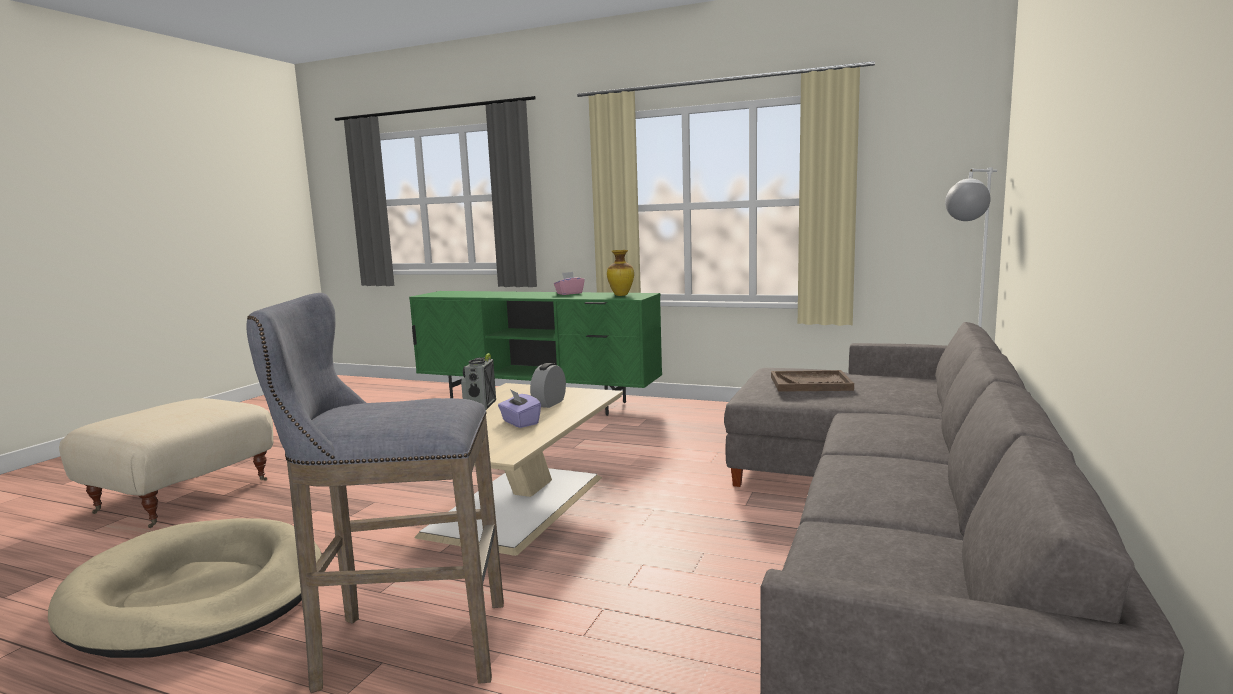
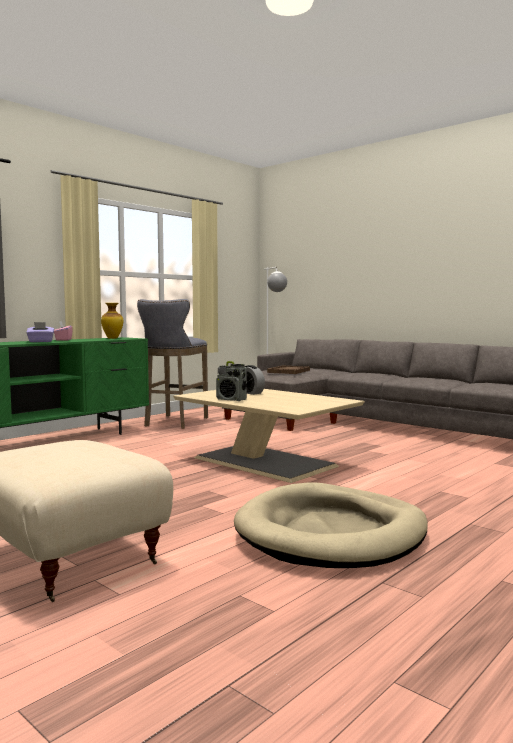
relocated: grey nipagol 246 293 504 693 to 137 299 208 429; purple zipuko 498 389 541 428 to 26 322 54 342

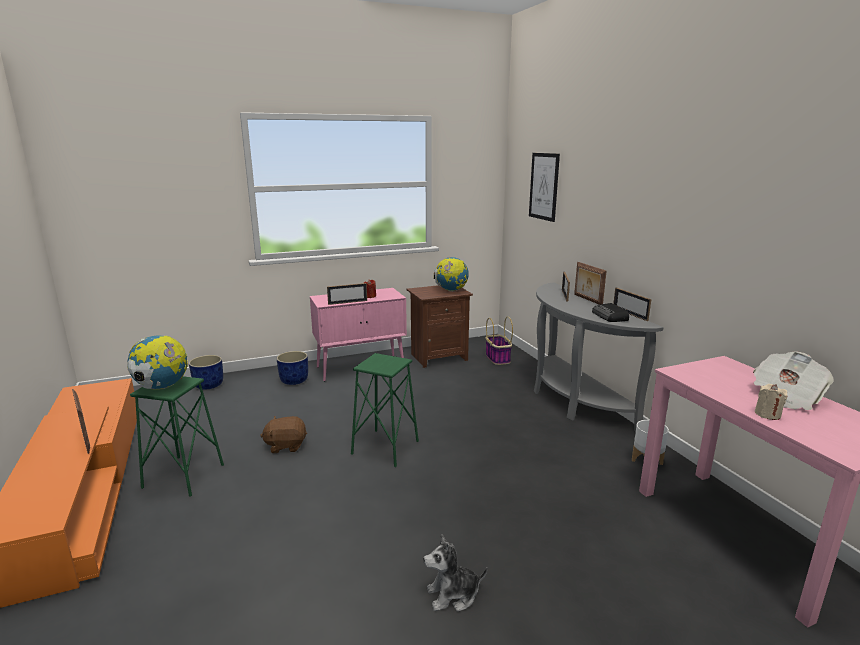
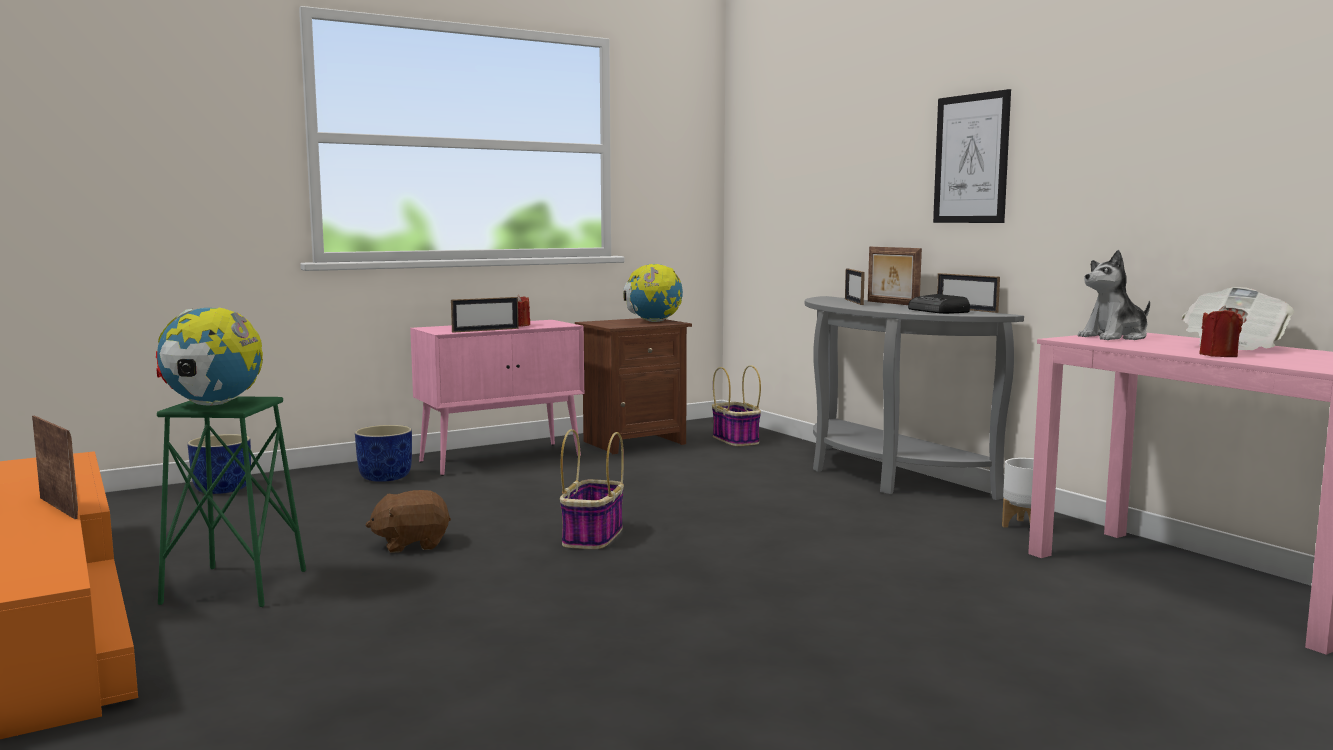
relocated: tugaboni 529 153 560 222 to 933 89 1011 223; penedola 423 534 487 612 to 1078 250 1150 340
exchanged: green nipagol 351 353 419 467 to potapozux 560 429 624 549
colour: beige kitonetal 755 384 788 420 to red kitonetal 1199 306 1243 357

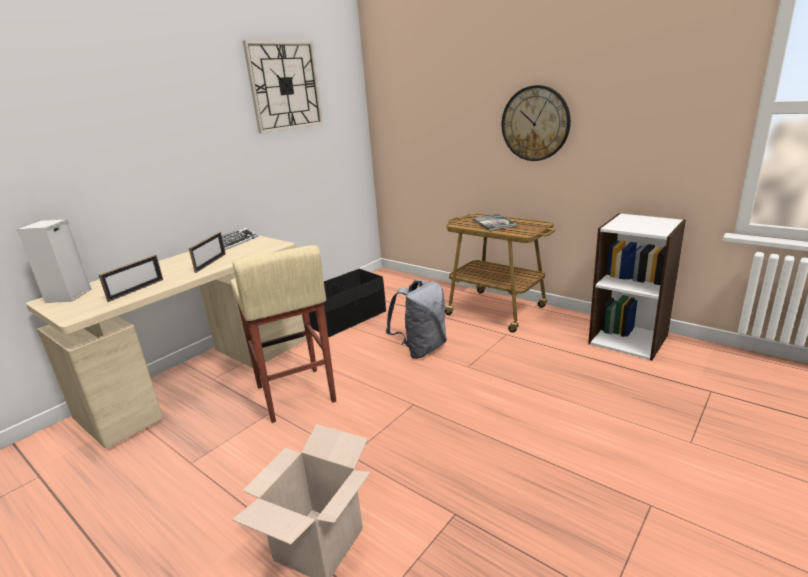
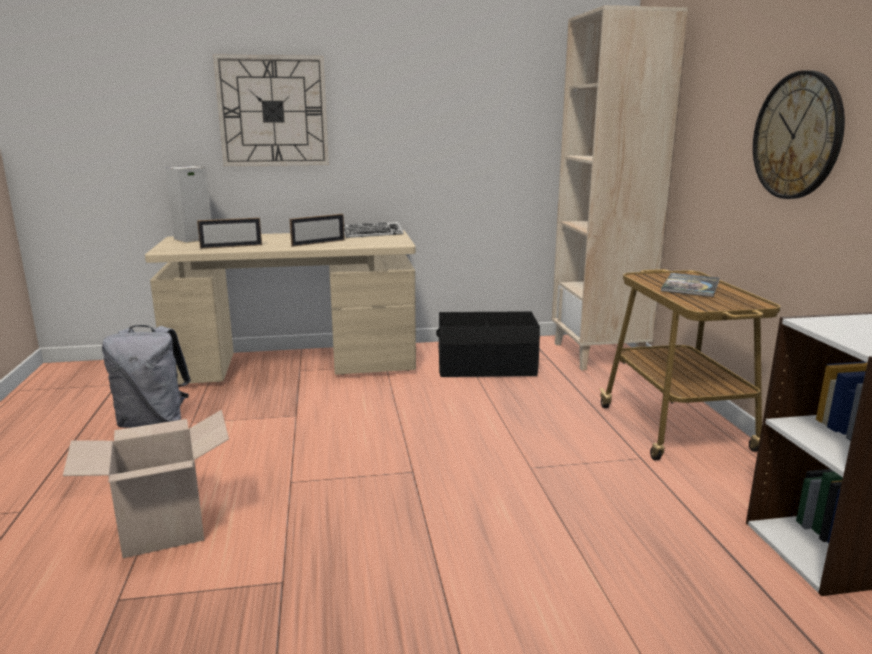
missing: beige nipagol 231 245 336 423
appeared: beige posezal 552 5 688 370
relocated: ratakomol 243 40 323 134 to 213 54 329 166; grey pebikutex 386 280 447 359 to 102 325 191 428

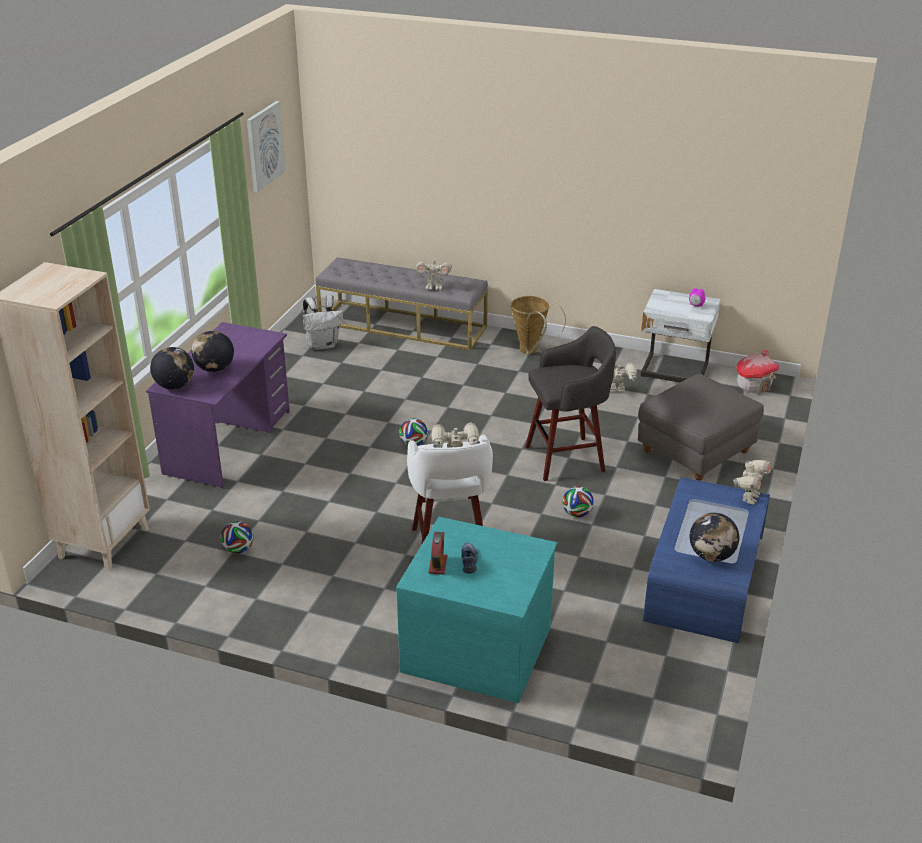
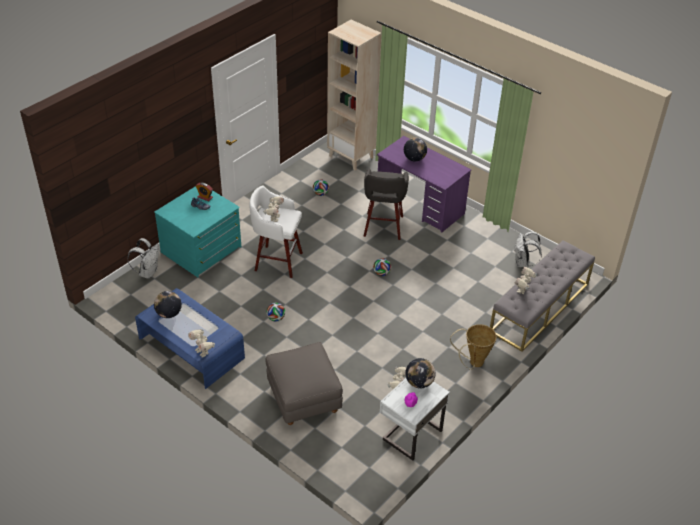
missing: tugaboni 247 101 286 193; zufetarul 736 350 780 394
appeared: white pebikutex 128 238 159 279
relocated: grey nipagol 525 326 616 481 to 364 168 409 240; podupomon 150 347 194 389 to 405 358 436 389

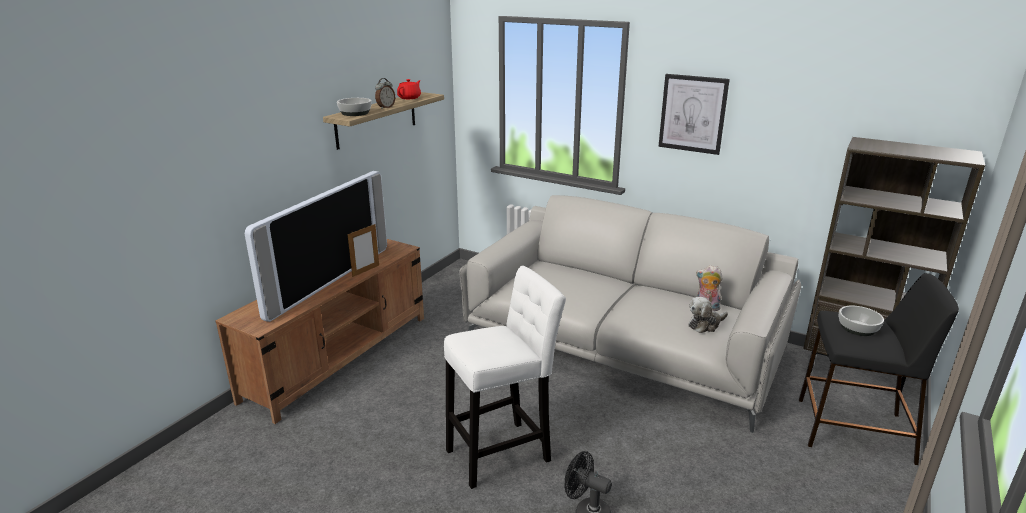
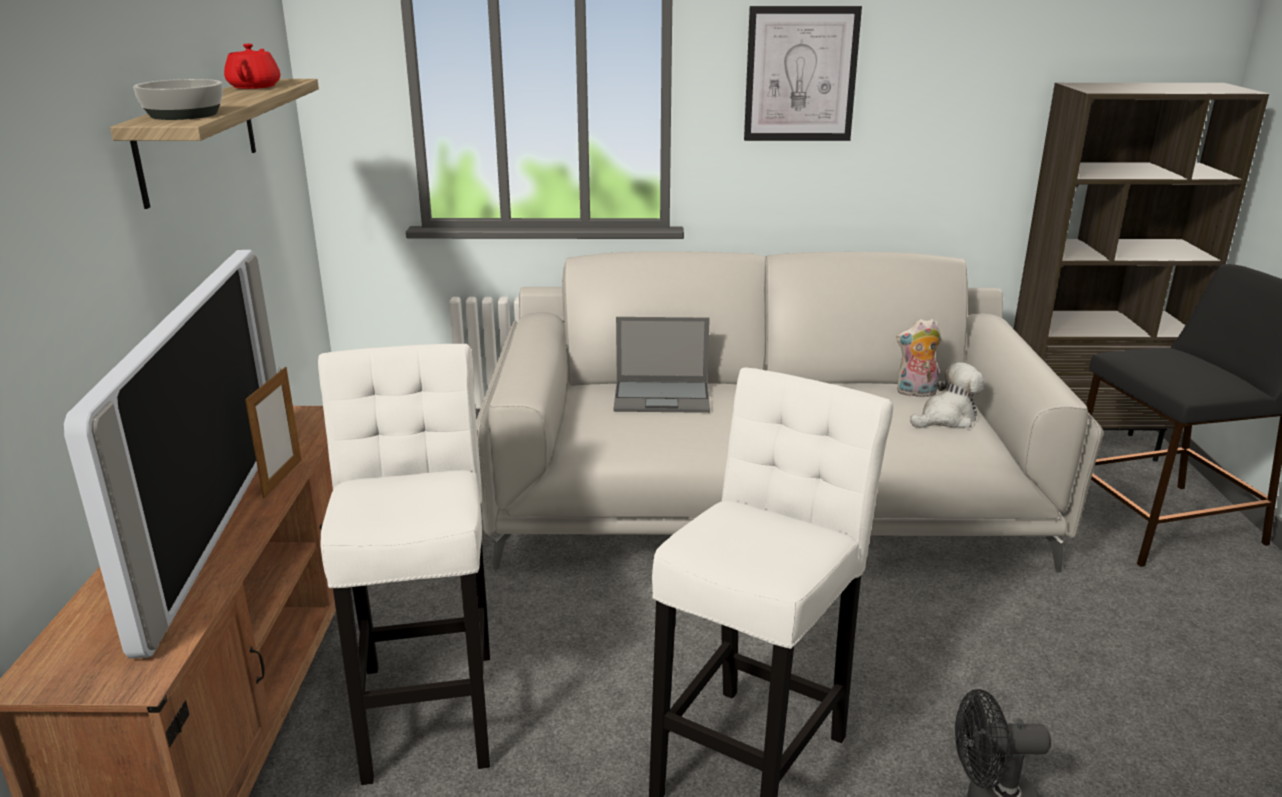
missing: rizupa 375 78 395 109; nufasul 838 305 884 336
appeared: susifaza 614 317 710 413; white nipagol 318 344 490 785
spun: penedola 688 297 728 333 = 910 362 984 428 150 degrees counterclockwise

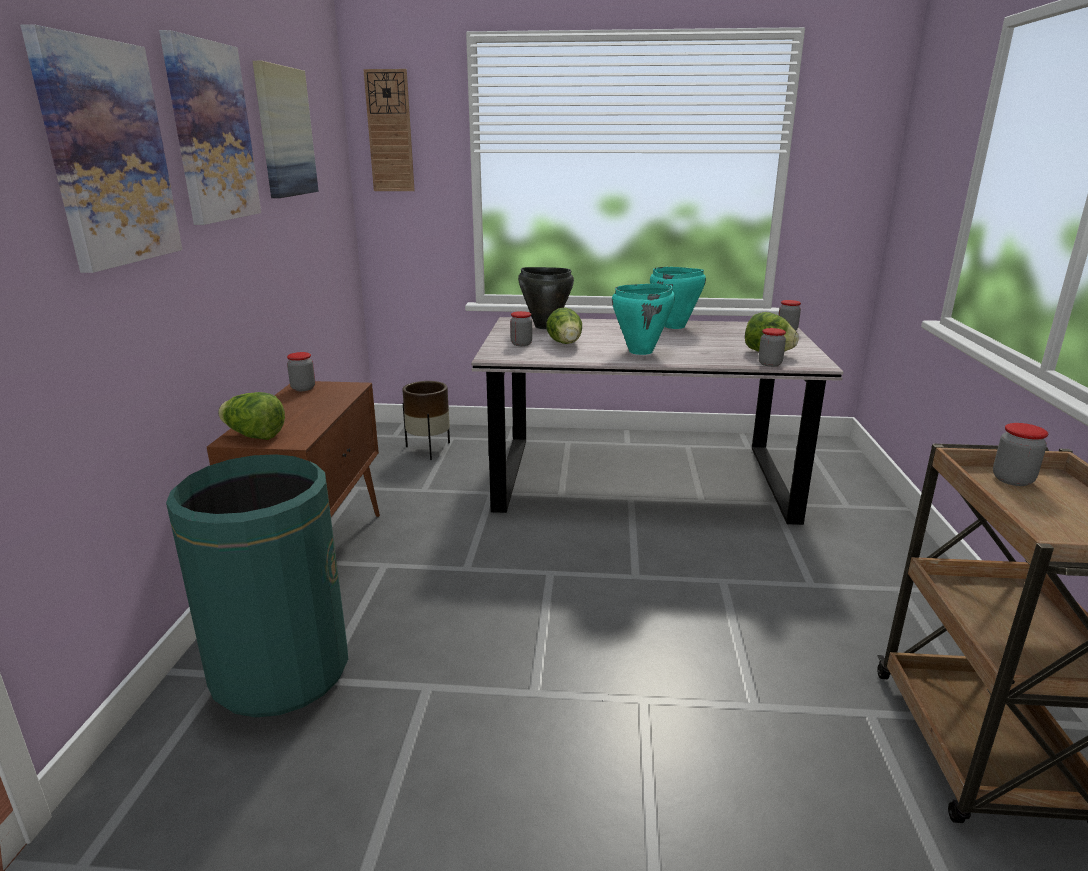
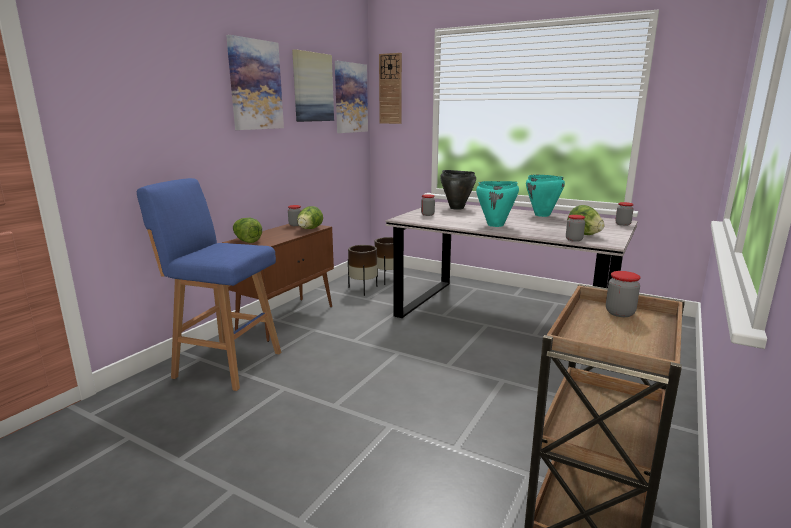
appeared: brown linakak 348 245 377 296
relocated: tugaboni 20 24 183 273 to 335 61 368 133; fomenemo 546 307 582 344 to 297 206 323 229
exchanged: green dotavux 166 454 348 717 to blue nipagol 137 178 281 391

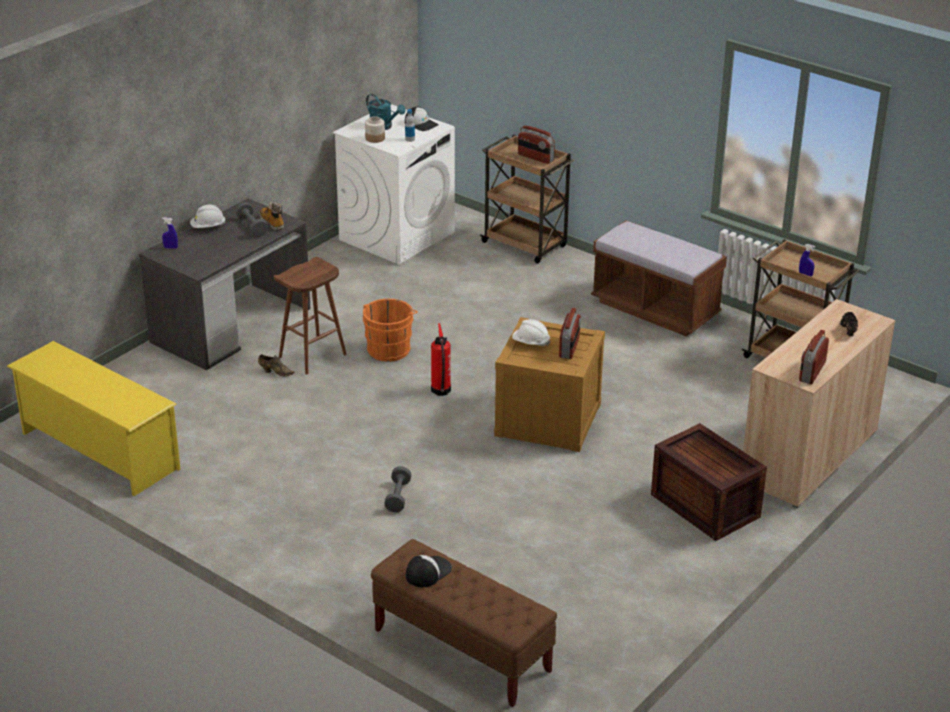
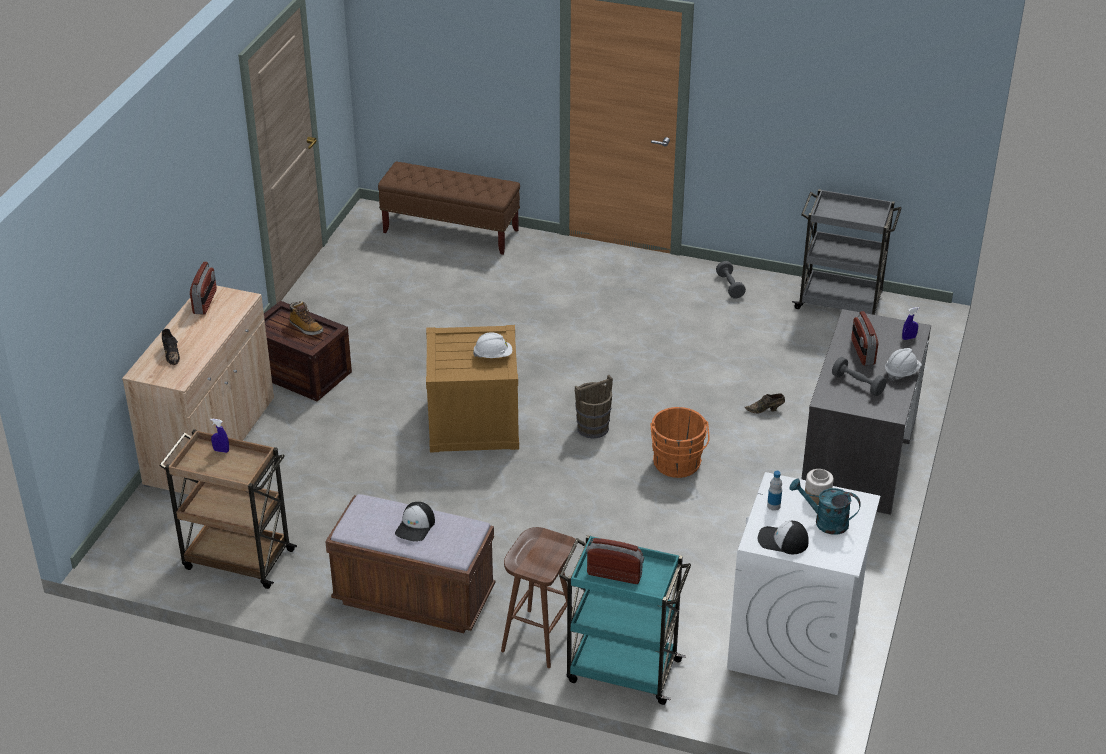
relocated: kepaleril 260 202 284 231 to 289 301 323 335; brown nipagol 274 257 347 375 to 501 527 576 668; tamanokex 559 308 581 359 to 851 311 878 365; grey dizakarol 384 466 411 512 to 716 261 746 298; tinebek 406 555 452 587 to 395 502 435 542
exchanged: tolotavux 431 323 451 396 to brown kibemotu 575 375 613 439; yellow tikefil 7 341 181 496 to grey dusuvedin 792 189 902 315
colour: brown dusuvedin 479 135 575 264 to turquoise dusuvedin 559 535 691 705

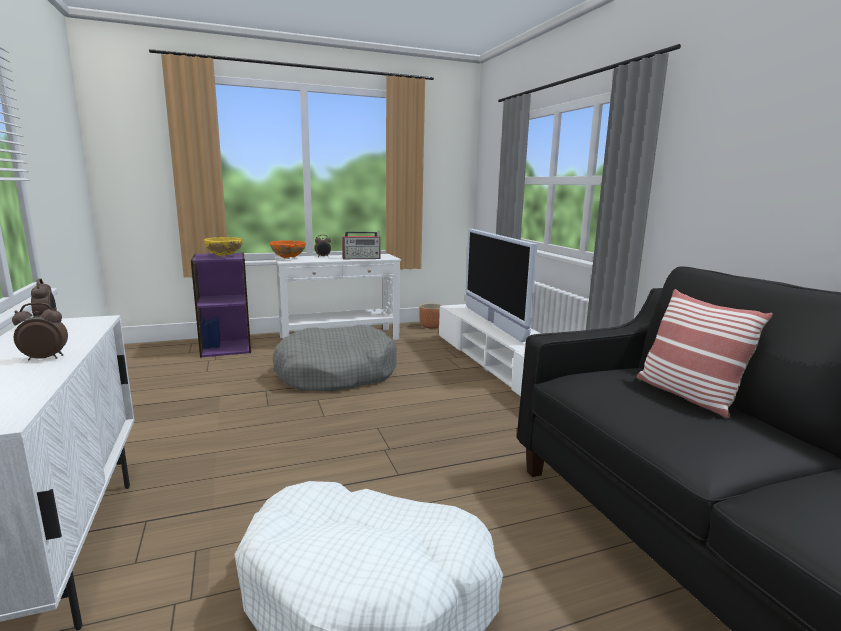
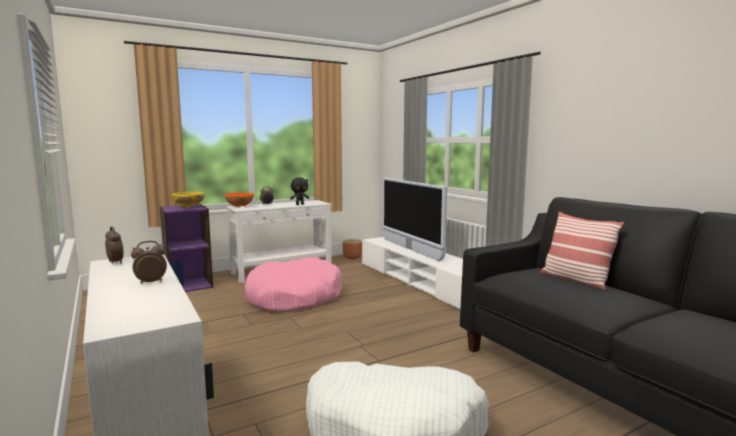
exchanged: tamanokex 342 232 381 259 to black penedola 290 177 309 205
colour: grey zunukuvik 273 325 397 392 to pink zunukuvik 245 257 342 312

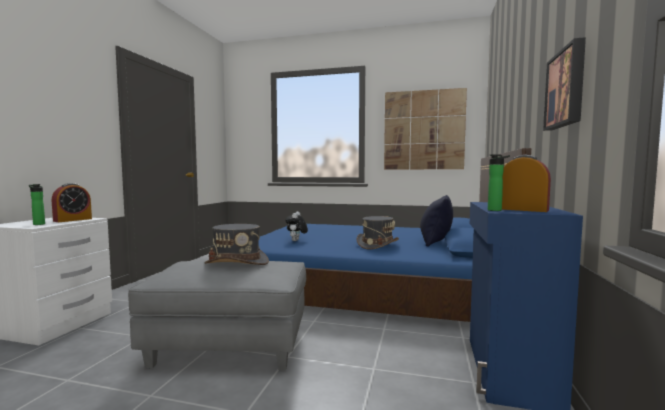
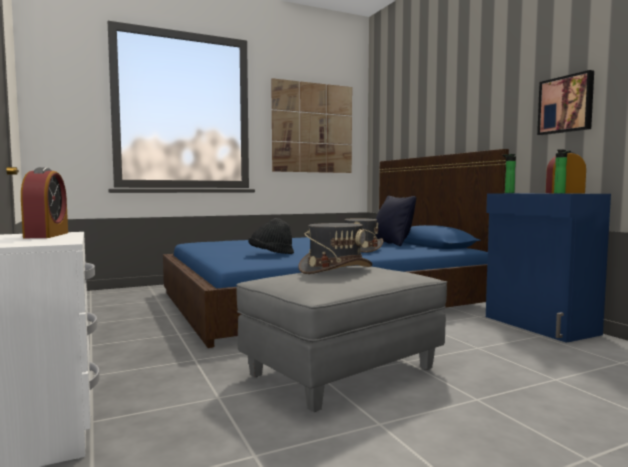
relocated: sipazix 29 184 45 225 to 502 154 516 193
exchanged: penedola 285 212 308 241 to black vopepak 249 218 294 254

